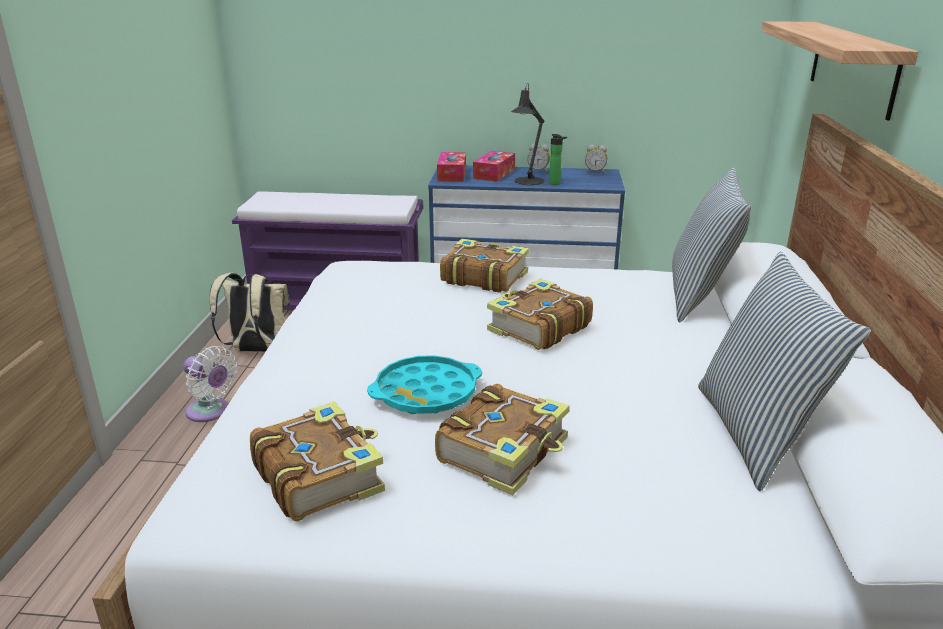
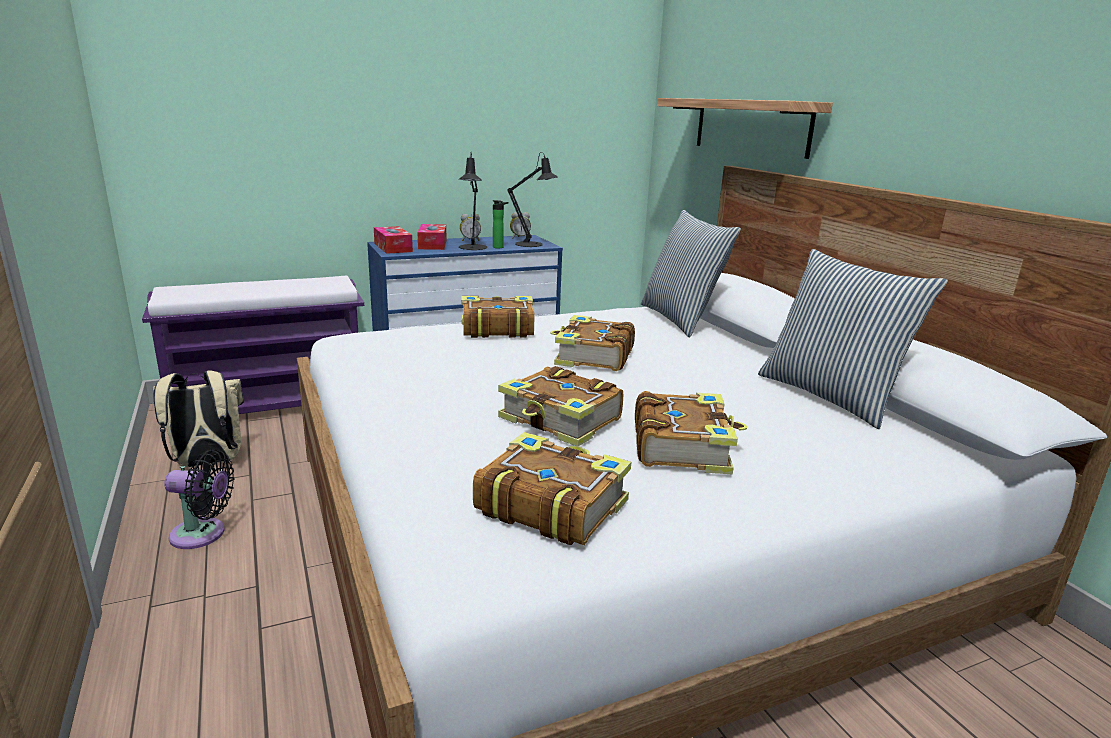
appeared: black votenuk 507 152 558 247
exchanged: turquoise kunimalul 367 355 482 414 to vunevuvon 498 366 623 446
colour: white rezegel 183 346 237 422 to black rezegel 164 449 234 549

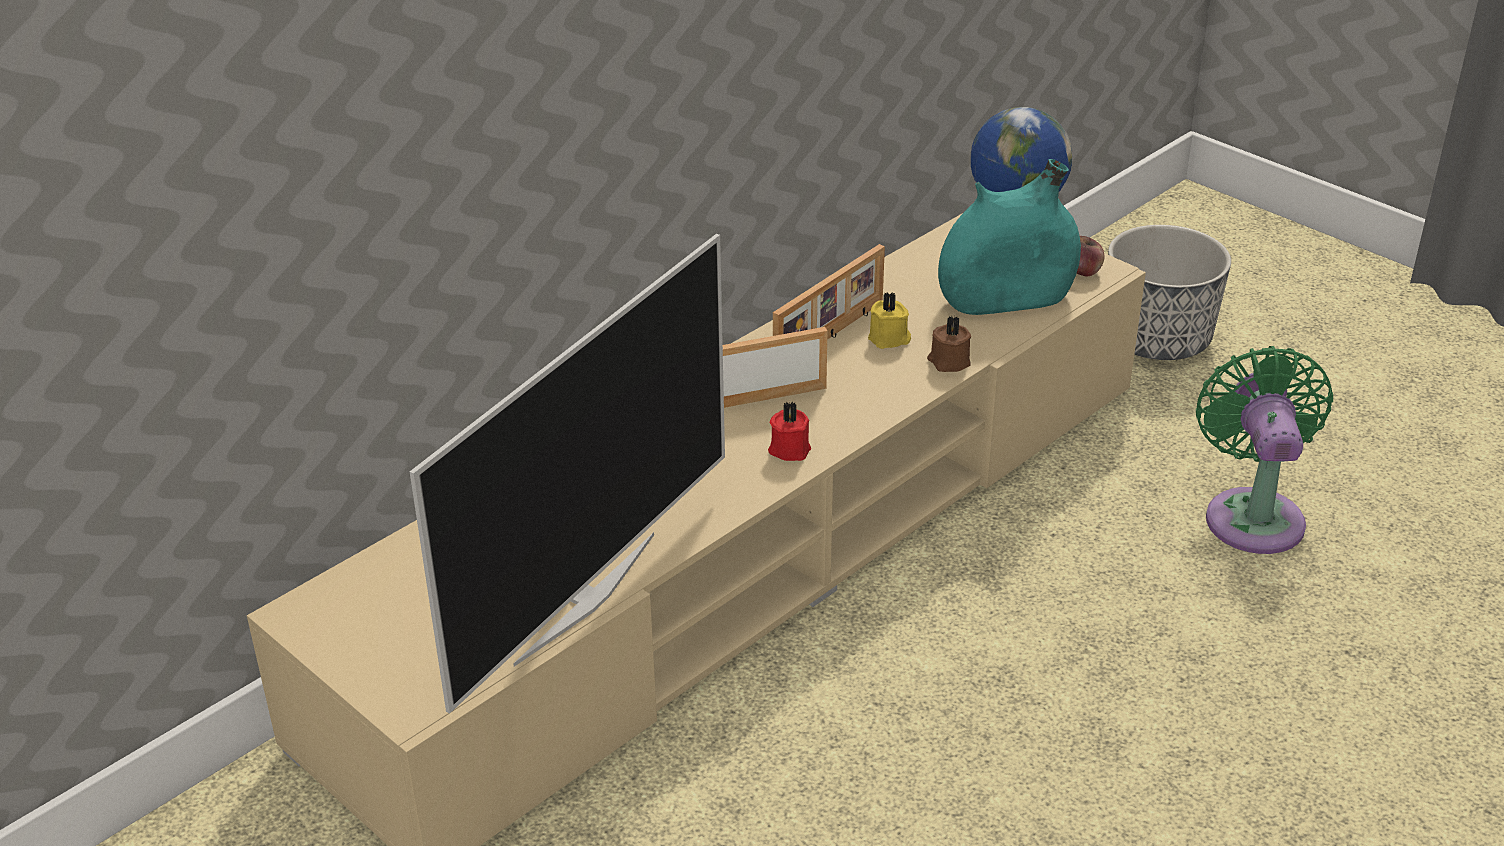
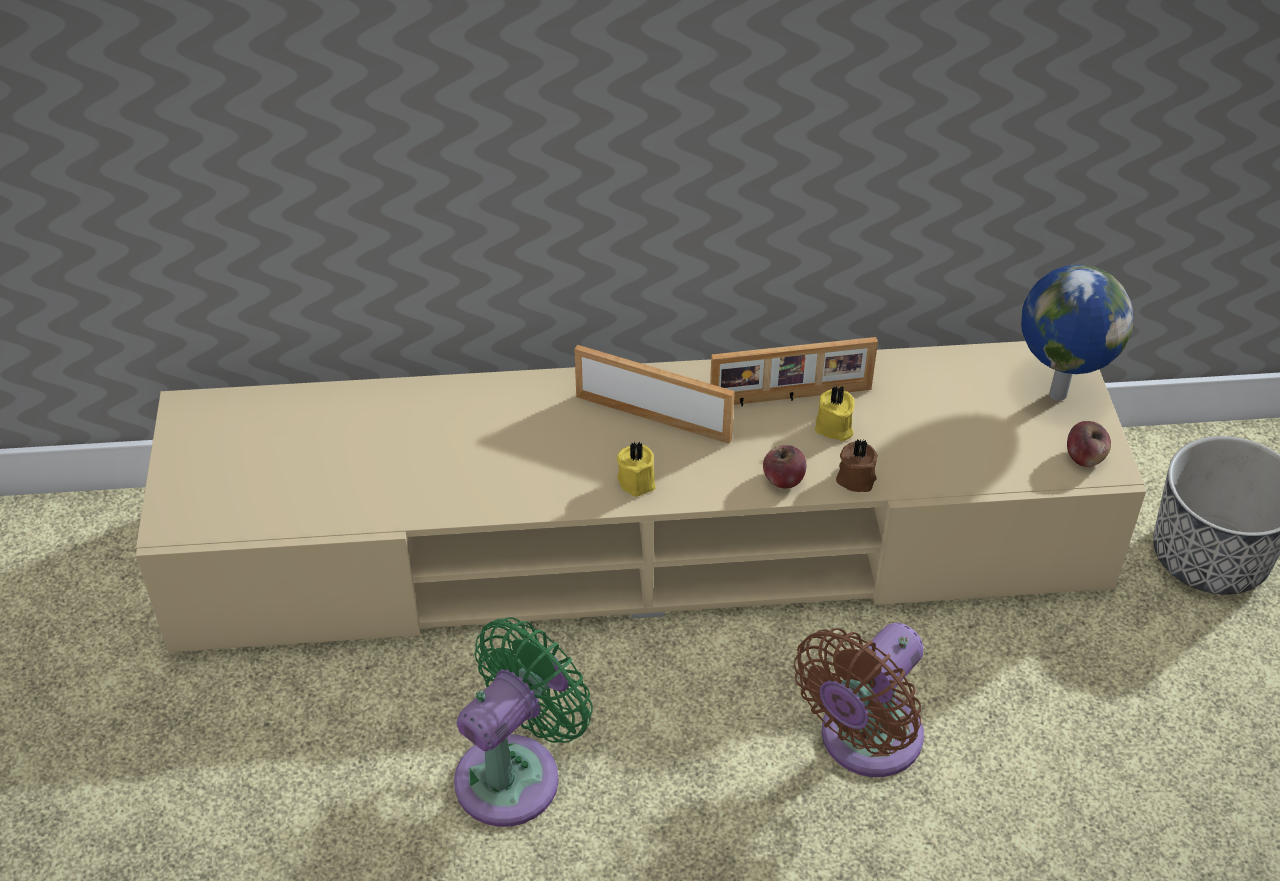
missing: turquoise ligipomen 938 159 1081 315; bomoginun 410 234 725 713
appeared: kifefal 763 445 806 489; brown rezegel 794 623 924 777
relocated: green rezegel 1196 346 1333 554 to 454 617 593 827
colour: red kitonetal 768 401 811 461 to yellow kitonetal 617 442 656 497

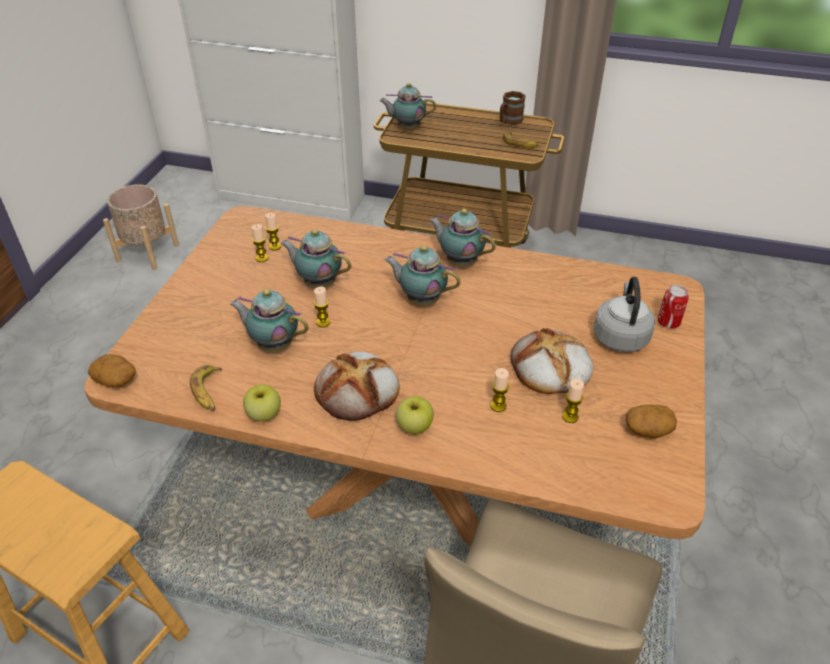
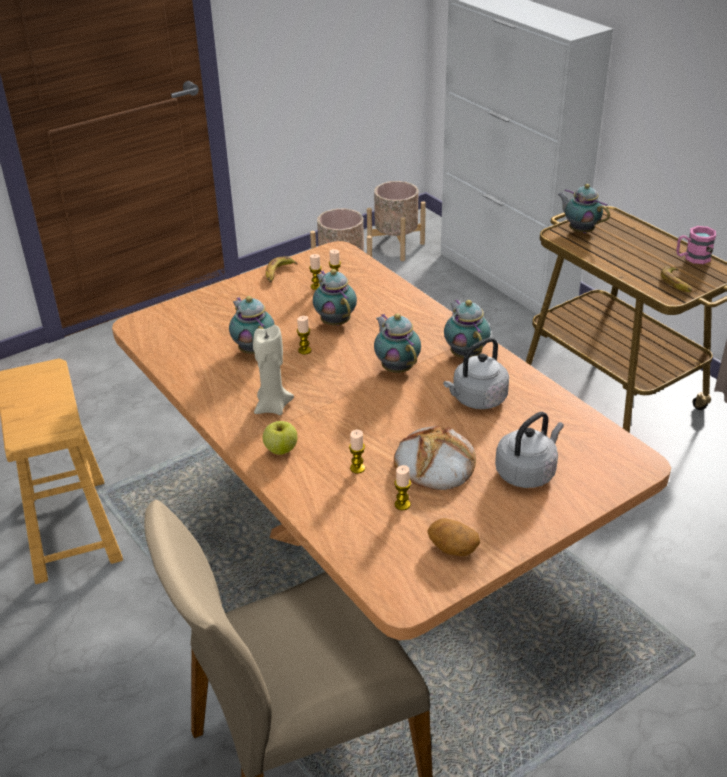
missing: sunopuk 658 285 689 328; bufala 88 354 136 387; kifefal 243 384 281 421
appeared: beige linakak 367 181 426 261; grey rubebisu 443 337 509 409
relocated: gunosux 190 365 222 411 to 266 256 297 283
exchanged: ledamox 314 351 400 421 to beige kitonetal 253 325 294 415
colour: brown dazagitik 500 91 526 125 to pink dazagitik 676 226 716 264

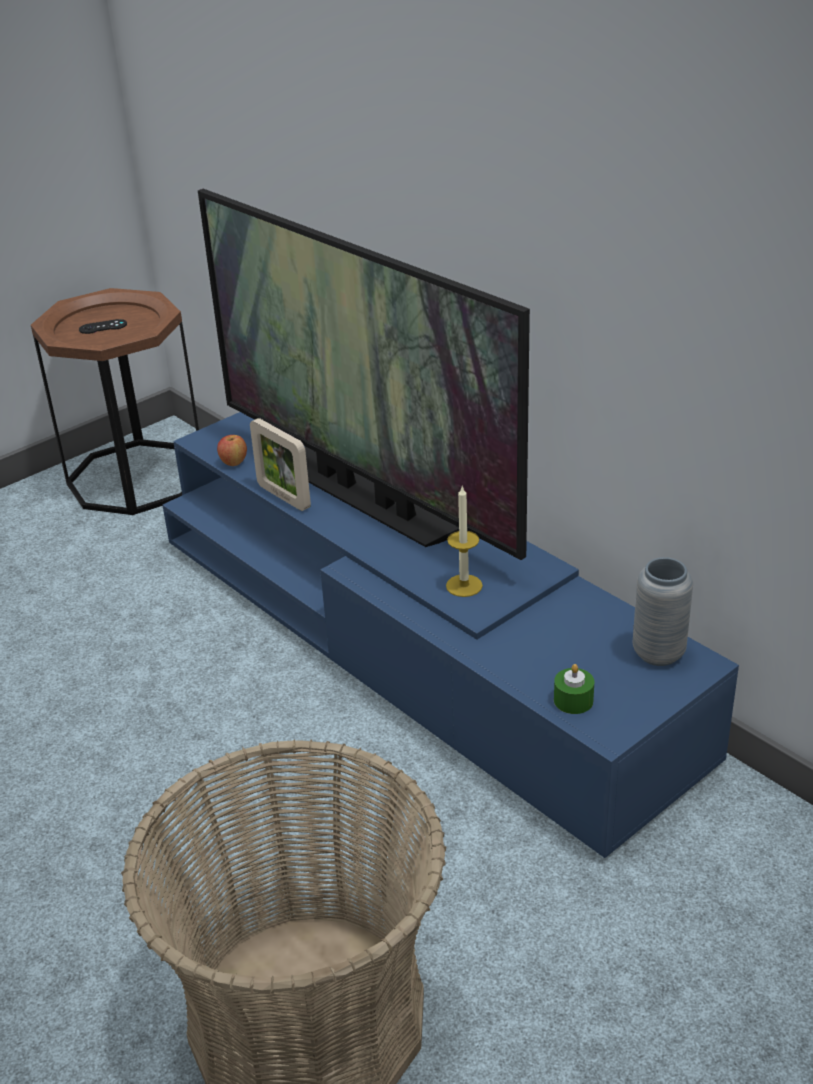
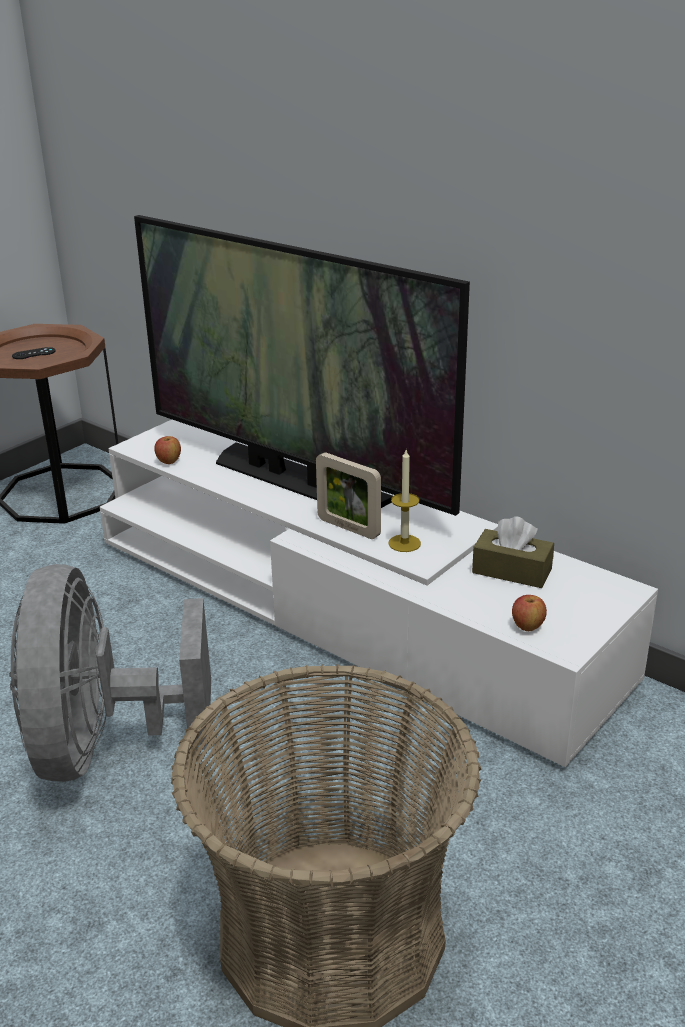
missing: grey ligipomen 633 557 693 666
appeared: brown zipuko 472 516 554 588; grey rezegel 9 564 211 782
relocated: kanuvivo 250 418 311 511 to 316 452 381 539
exchanged: green kitonetal 554 664 594 714 to kifefal 512 595 547 631
colour: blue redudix 162 412 739 858 to white redudix 100 420 658 767

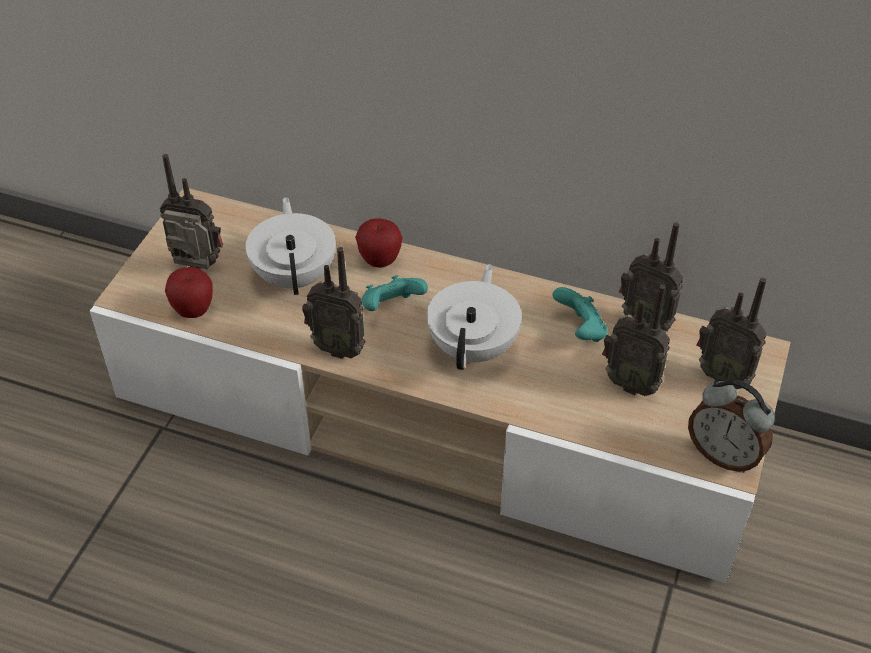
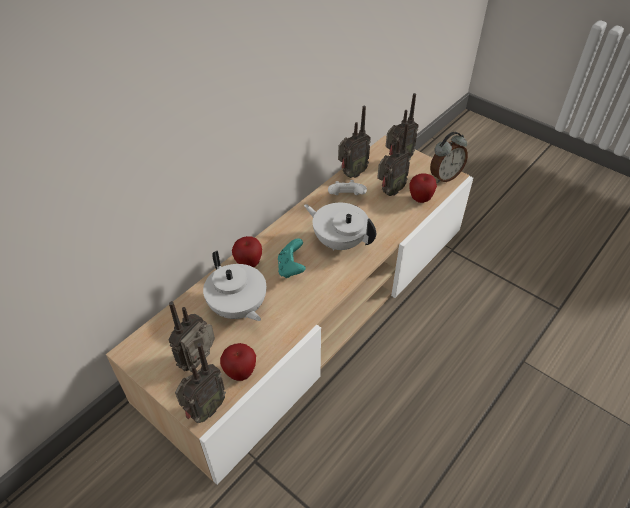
appeared: kifefal 409 173 437 203
relocated: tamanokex 302 247 366 359 to 175 343 226 423
colour: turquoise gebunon 552 287 608 342 to white gebunon 328 180 367 195
spun: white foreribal 246 197 336 295 = 203 251 266 321 135 degrees counterclockwise

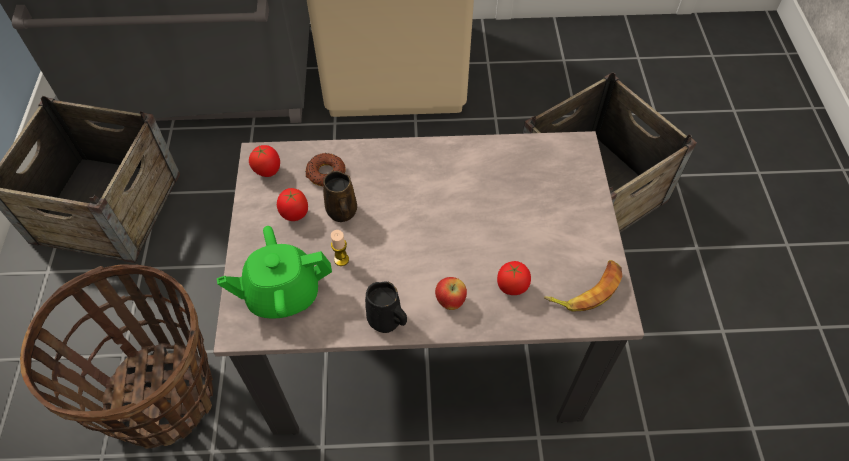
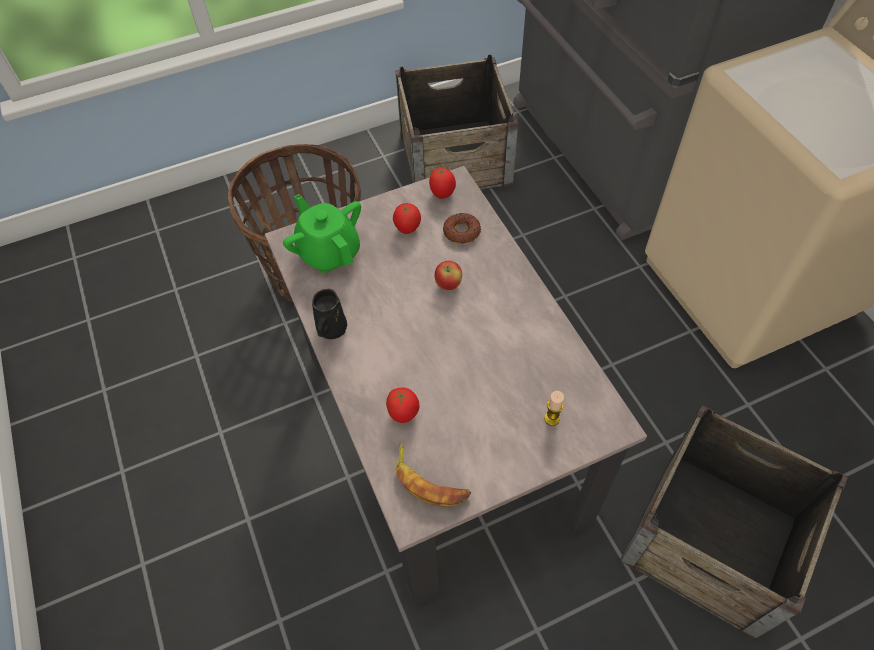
missing: brown dazagitik 323 171 357 222
relocated: kitonetal 331 230 349 266 to 544 391 564 426; kifefal 435 277 467 310 to 435 261 462 290

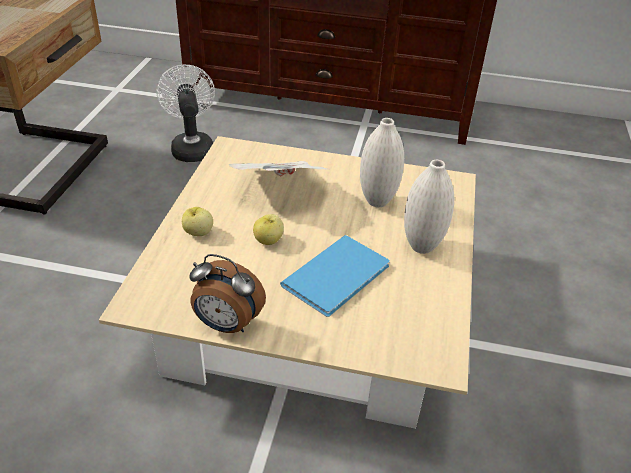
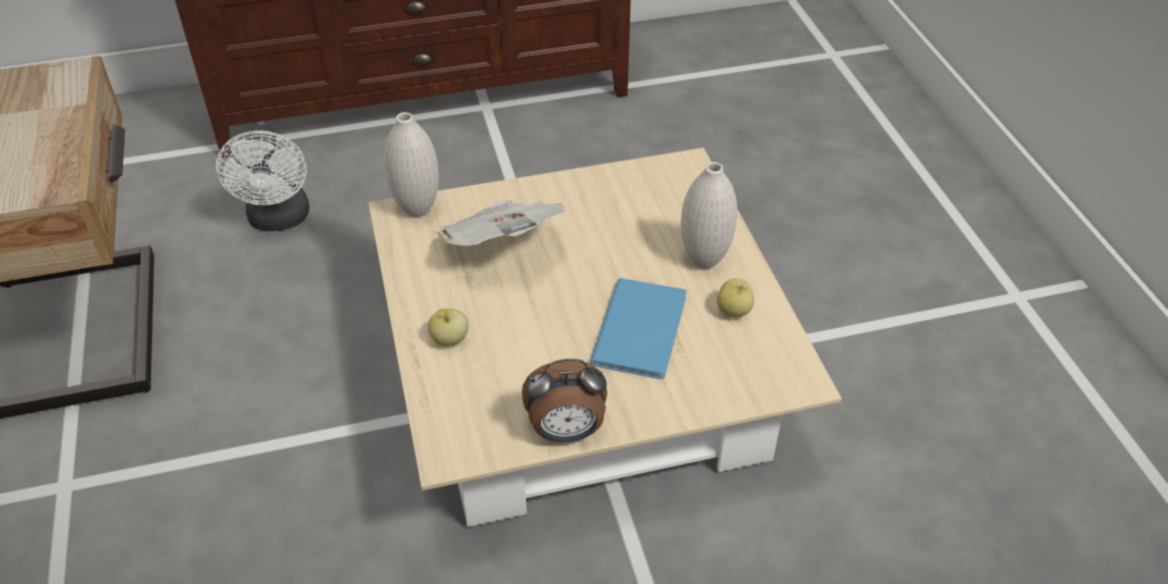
relocated: white ligipomen 360 118 404 207 to 384 112 439 217; kifefal 253 214 284 245 to 717 278 754 318
spun: white rezegel 156 65 215 162 = 216 125 310 231 150 degrees counterclockwise

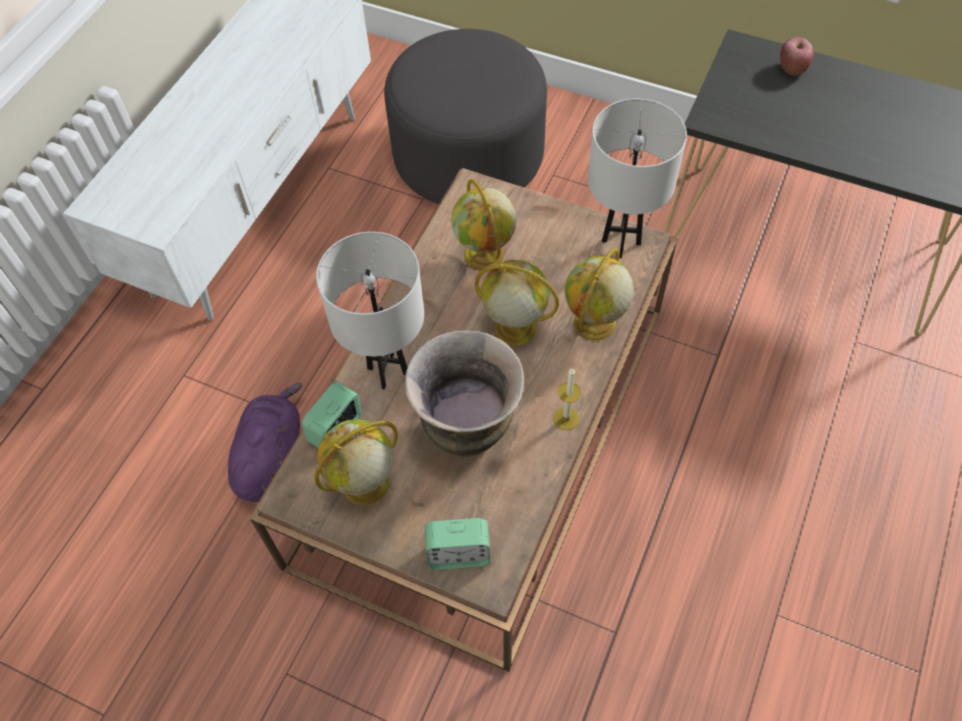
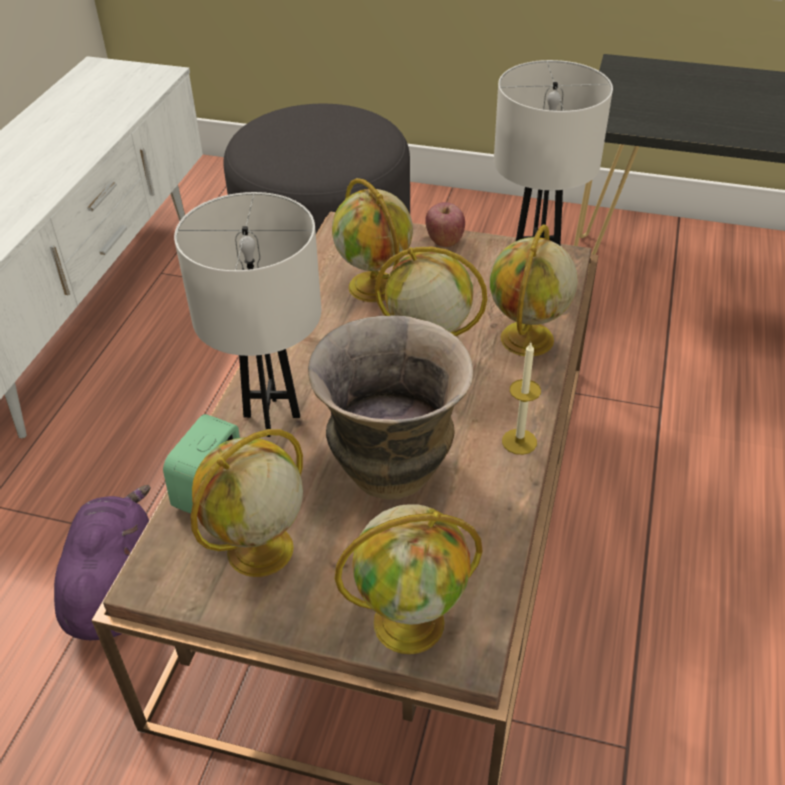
relocated: kifefal 780 37 814 76 to 425 202 465 247
exchanged: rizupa 425 518 490 570 to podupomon 335 504 483 654

